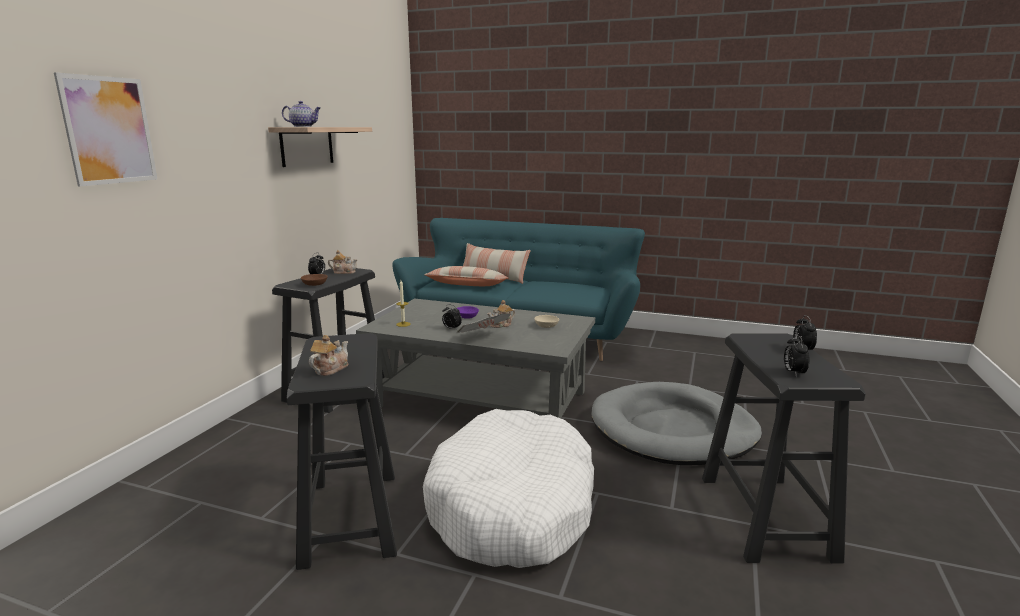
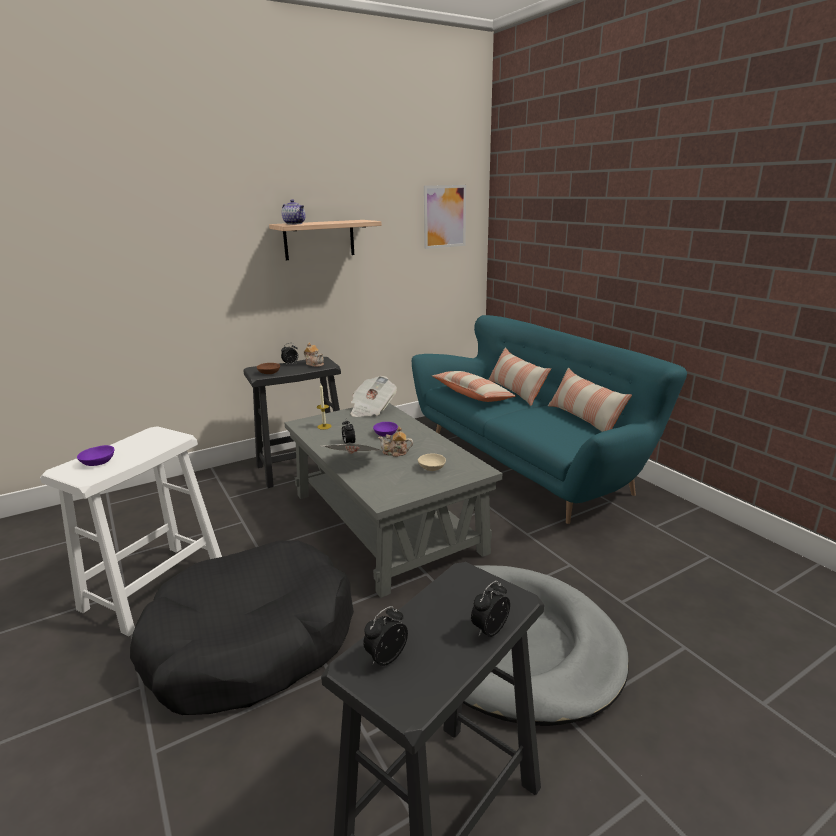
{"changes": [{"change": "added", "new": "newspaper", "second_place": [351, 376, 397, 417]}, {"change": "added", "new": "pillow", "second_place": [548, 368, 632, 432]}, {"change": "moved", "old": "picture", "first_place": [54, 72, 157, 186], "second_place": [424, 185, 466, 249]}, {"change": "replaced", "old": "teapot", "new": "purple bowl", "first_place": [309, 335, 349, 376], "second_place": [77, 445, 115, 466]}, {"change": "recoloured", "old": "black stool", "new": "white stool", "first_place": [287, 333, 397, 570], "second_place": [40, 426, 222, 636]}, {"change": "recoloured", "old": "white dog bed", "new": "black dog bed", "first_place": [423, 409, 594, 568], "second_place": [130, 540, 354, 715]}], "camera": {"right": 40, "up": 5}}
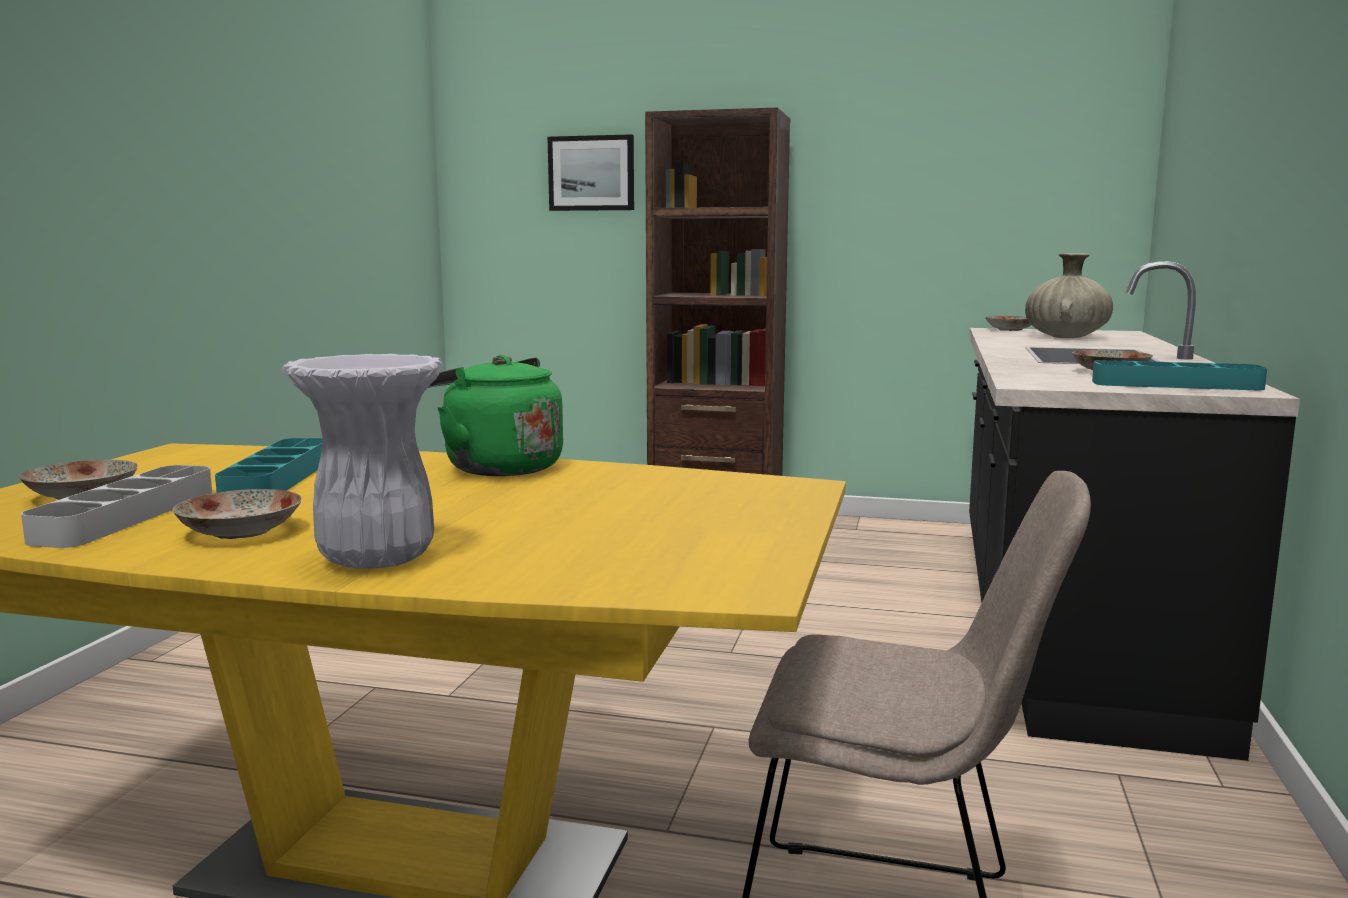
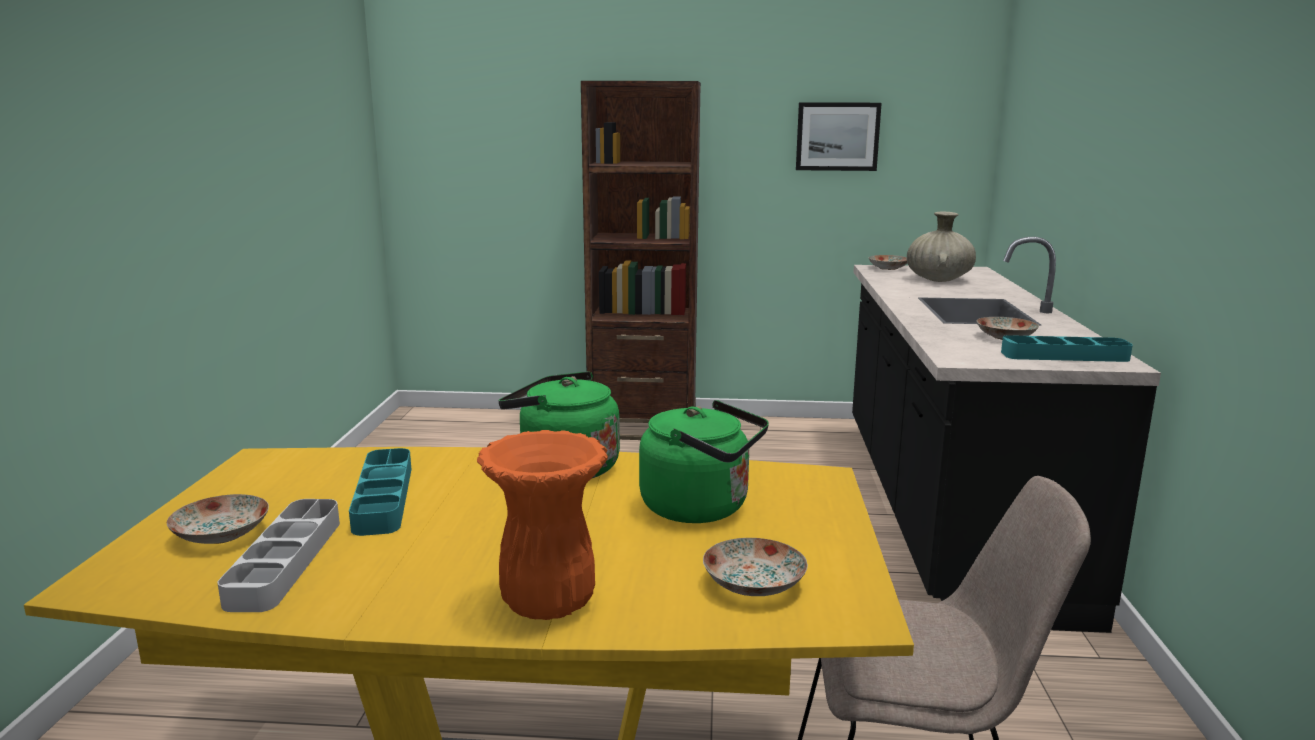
{"changes": [{"change": "added", "new": "green kettle", "second_place": [639, 400, 769, 523]}, {"change": "moved", "old": "plate", "first_place": [173, 489, 302, 539], "second_place": [703, 538, 808, 596]}, {"change": "moved", "old": "picture", "first_place": [548, 134, 634, 211], "second_place": [796, 102, 882, 171]}, {"change": "recoloured", "old": "white vase", "new": "orange vase", "first_place": [281, 354, 444, 569], "second_place": [477, 430, 608, 620]}], "camera": {"right": -10, "up": 5}}
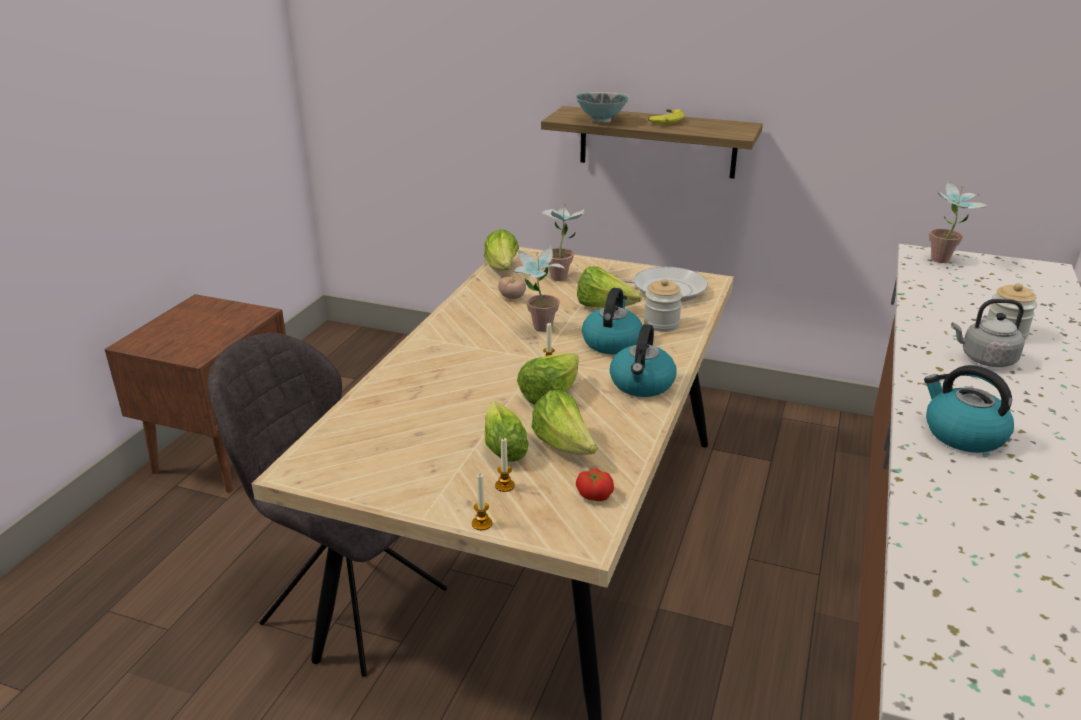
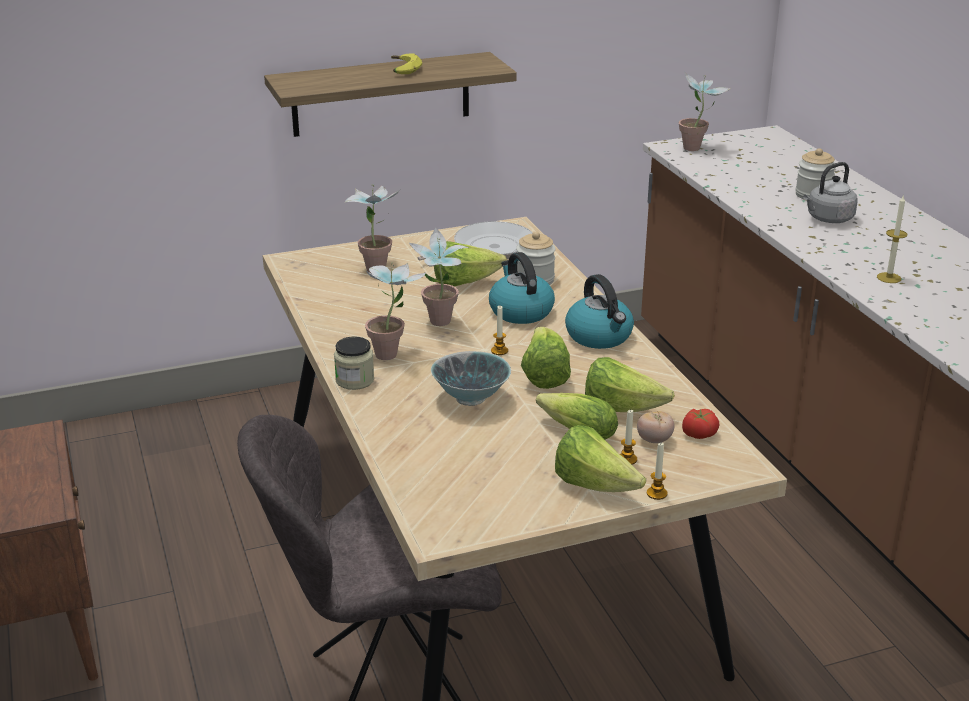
{"changes": [{"change": "added", "new": "jar", "second_place": [334, 336, 374, 390]}, {"change": "added", "new": "potted plant", "second_place": [365, 262, 426, 360]}, {"change": "moved", "old": "lettuce", "first_place": [484, 229, 519, 271], "second_place": [555, 425, 646, 492]}, {"change": "moved", "old": "tomato", "first_place": [498, 277, 526, 299], "second_place": [637, 411, 674, 443]}, {"change": "moved", "old": "bowl", "first_place": [575, 92, 630, 122], "second_place": [431, 351, 511, 406]}, {"change": "replaced", "old": "kettle", "new": "candle", "first_place": [924, 365, 1014, 453], "second_place": [877, 195, 907, 283]}], "camera": {"right": -40, "up": 0}}
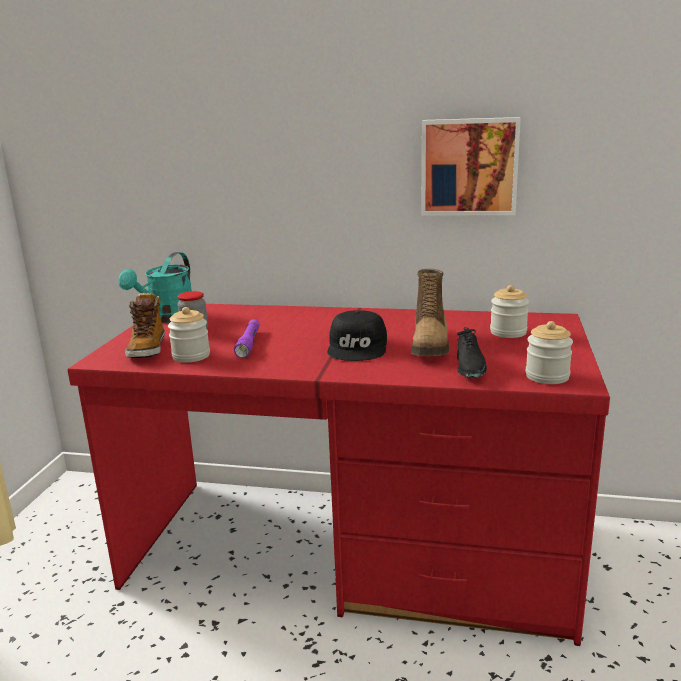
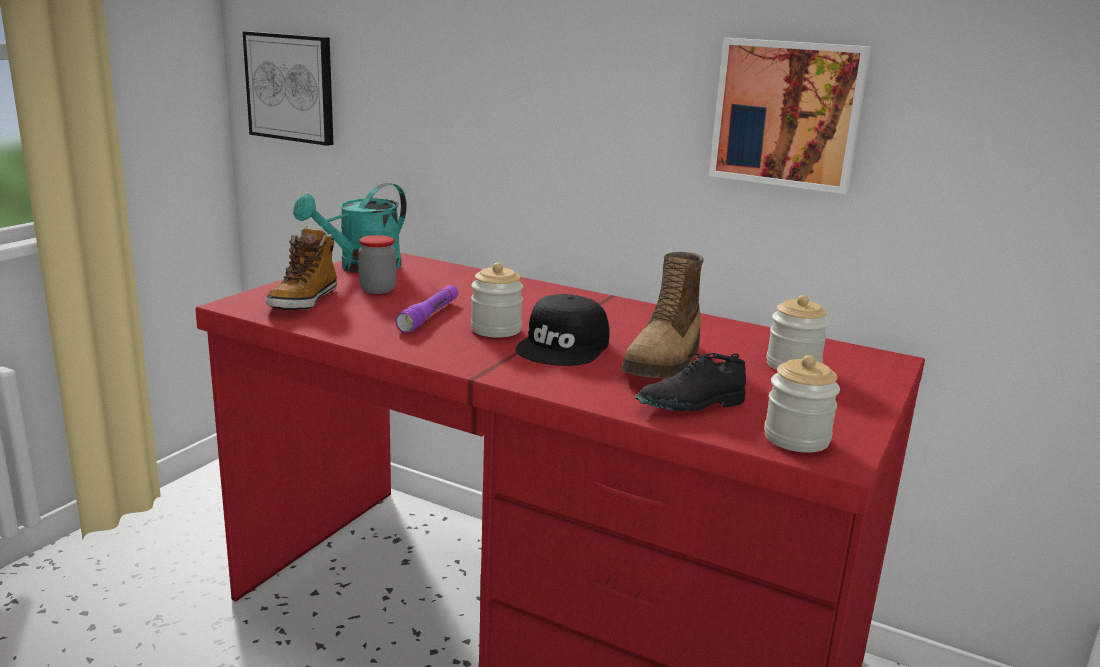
{"changes": [{"change": "added", "new": "picture", "second_place": [242, 31, 333, 146]}, {"change": "moved", "old": "jar", "first_place": [168, 307, 210, 363], "second_place": [471, 263, 523, 338]}, {"change": "turned", "old": "black shoe", "first_place": [456, 327, 487, 378], "second_place": [636, 353, 746, 411], "degrees": 45}], "camera": {"right": 15, "up": 0}}
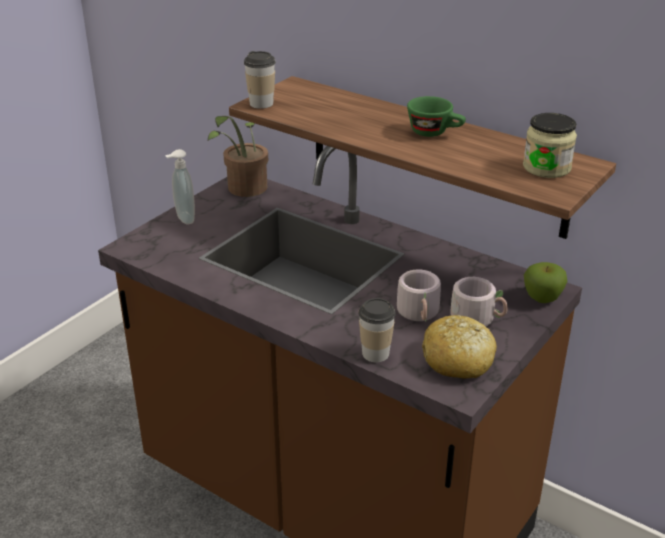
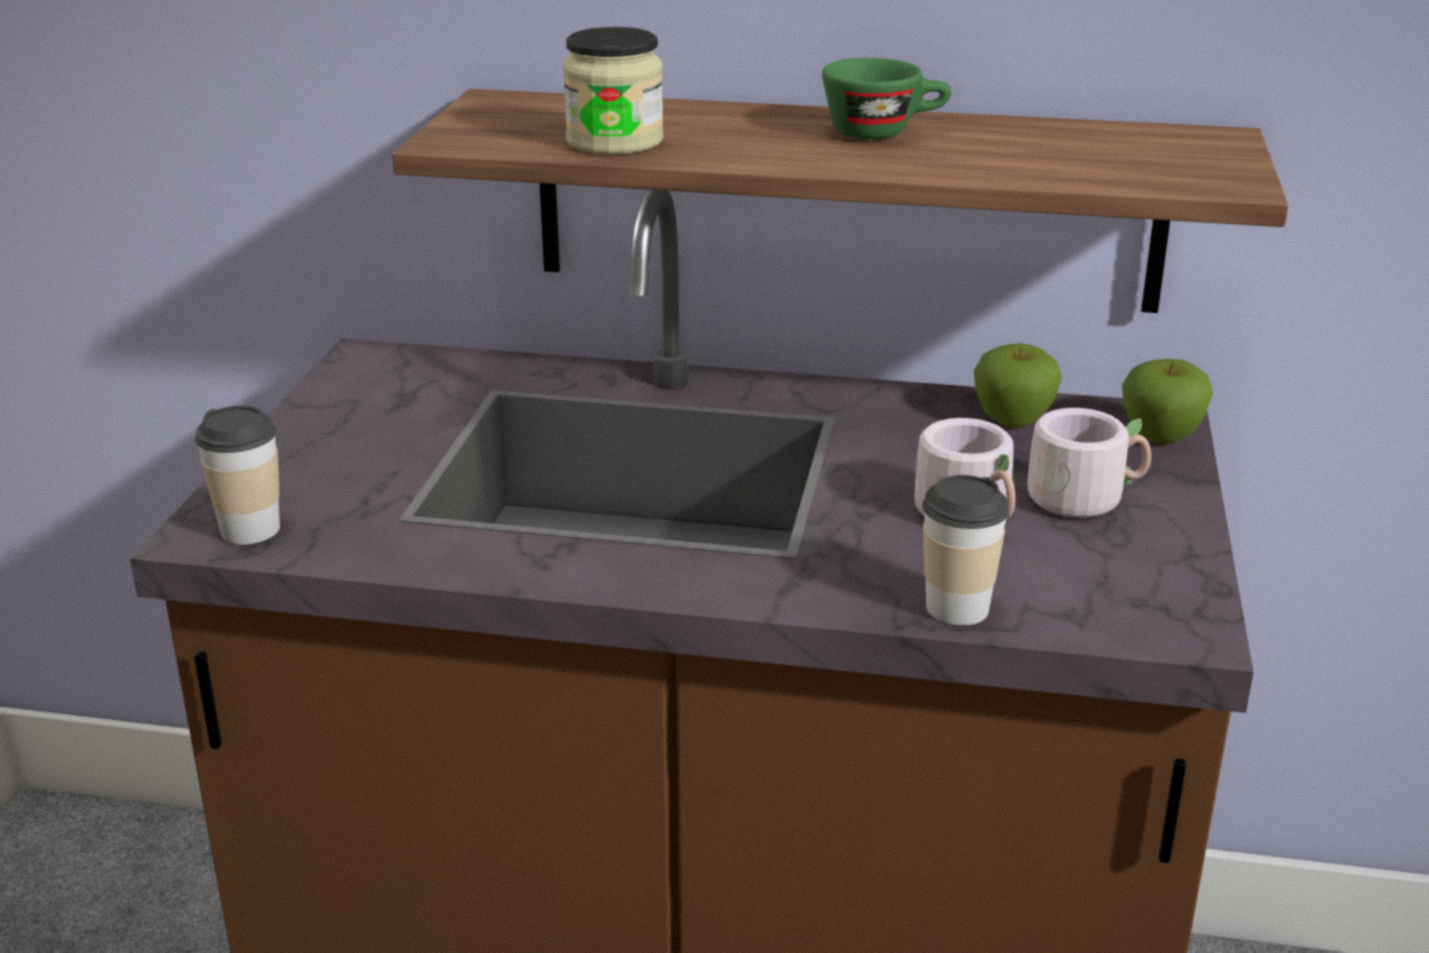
{"changes": [{"change": "removed", "old": "soap dispenser", "first_place": [165, 149, 195, 224]}, {"change": "removed", "old": "potted plant", "first_place": [208, 116, 268, 197]}, {"change": "removed", "old": "bread", "first_place": [422, 315, 497, 379]}, {"change": "added", "new": "apple", "second_place": [974, 343, 1062, 428]}, {"change": "moved", "old": "cup", "first_place": [244, 51, 276, 109], "second_place": [195, 405, 280, 545]}, {"change": "moved", "old": "jar", "first_place": [523, 113, 577, 178], "second_place": [563, 27, 664, 155]}], "camera": {"right": -25, "up": -5}}
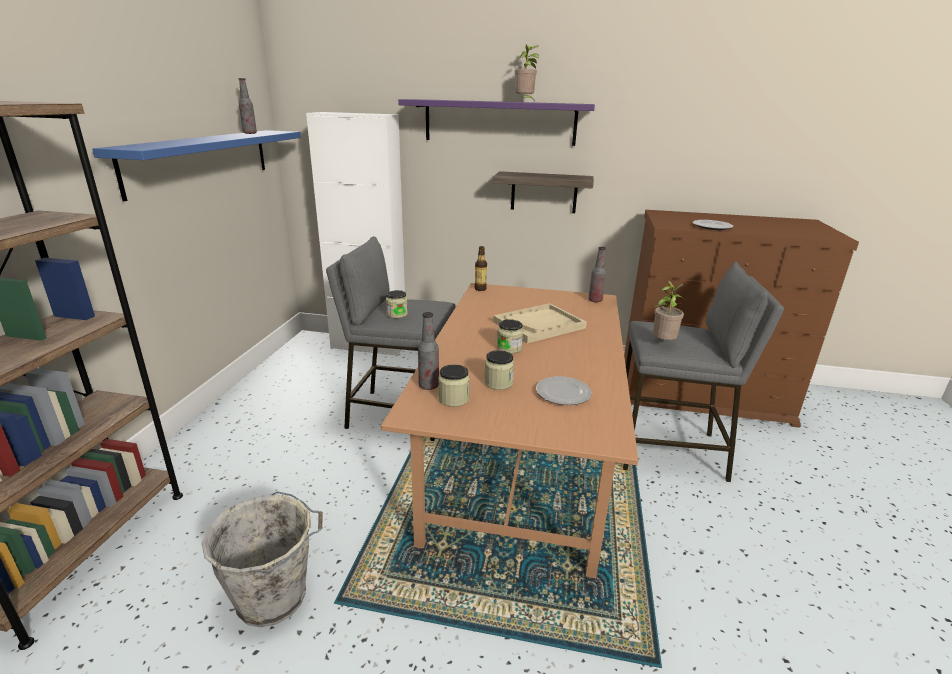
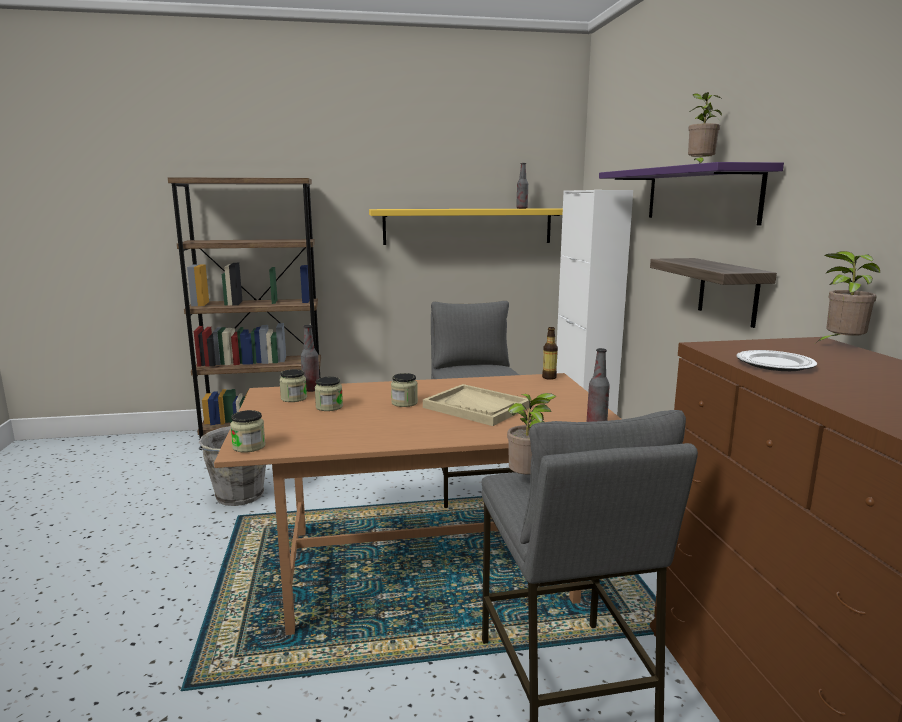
{"changes": [{"change": "removed", "old": "plate", "first_place": [536, 376, 592, 405]}, {"change": "added", "new": "potted plant", "second_place": [817, 251, 880, 342]}, {"change": "moved", "old": "jar", "first_place": [386, 290, 408, 318], "second_place": [230, 410, 266, 453]}, {"change": "recoloured", "old": "blue shelf", "new": "yellow shelf", "first_place": [92, 130, 301, 201], "second_place": [369, 208, 563, 245]}], "camera": {"right": 70, "up": -10}}
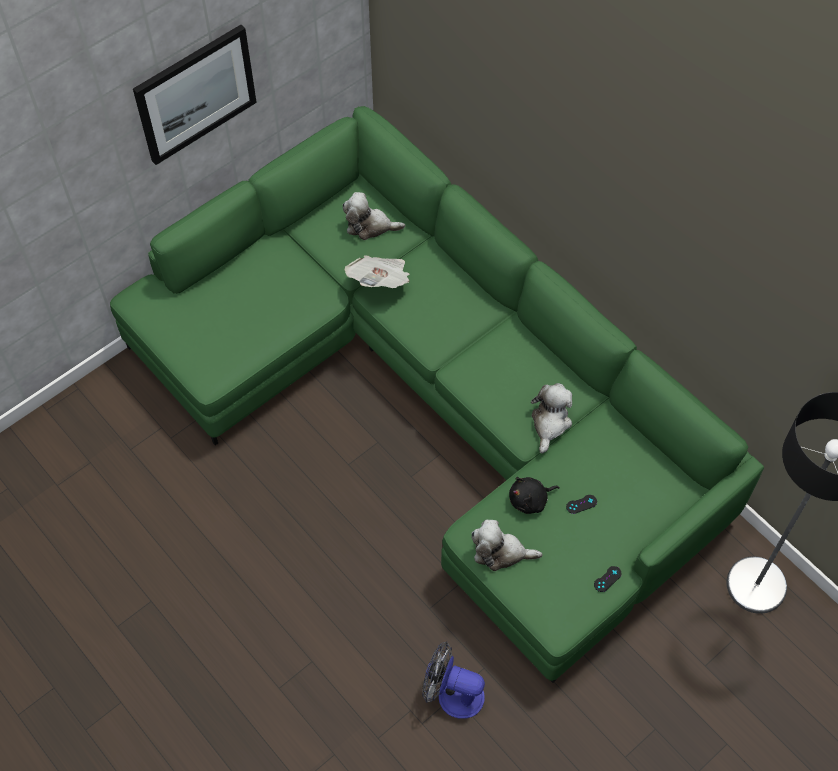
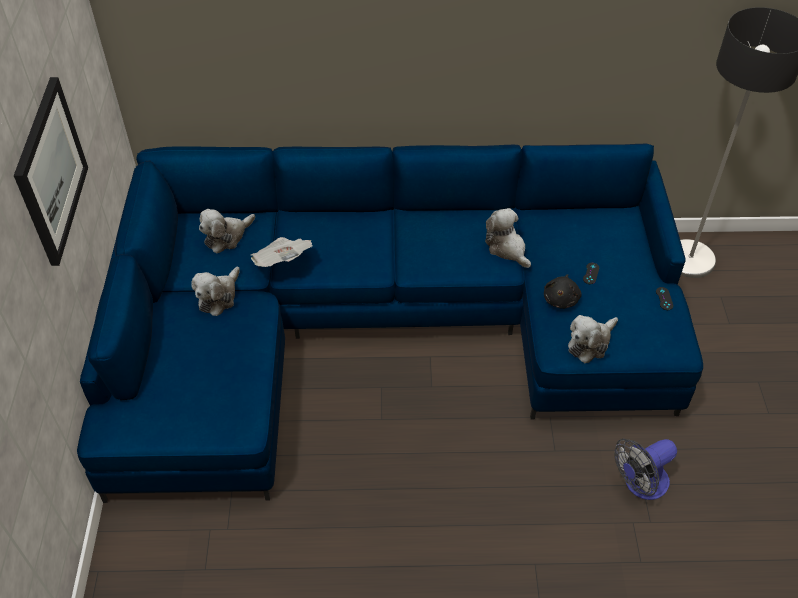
{"changes": [{"change": "added", "new": "plush toy", "second_place": [191, 266, 240, 316]}, {"change": "recoloured", "old": "green sofa", "new": "blue sofa", "first_place": [110, 106, 764, 683], "second_place": [77, 144, 703, 503]}], "camera": {"right": -50, "up": -10}}
